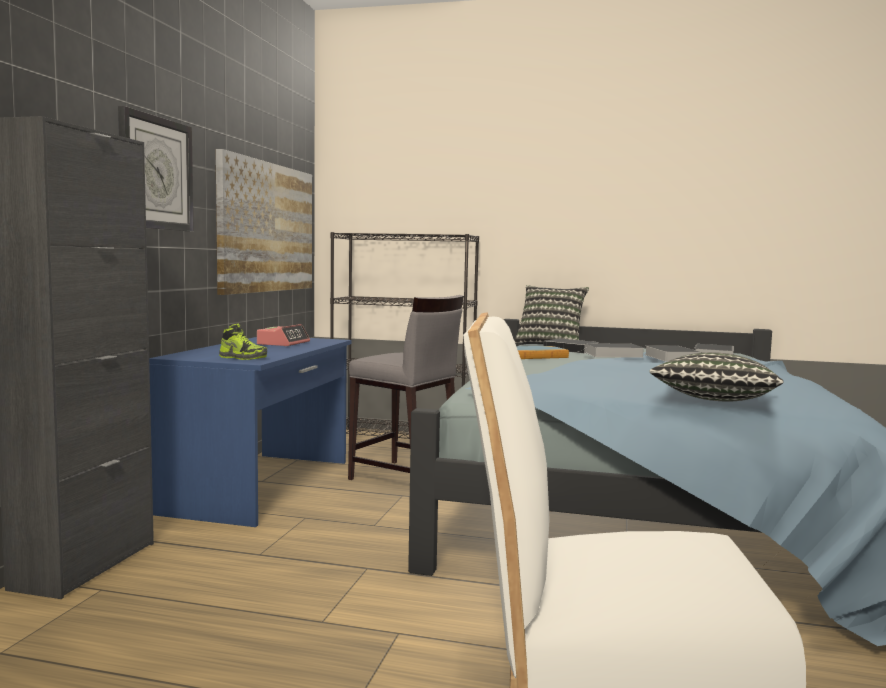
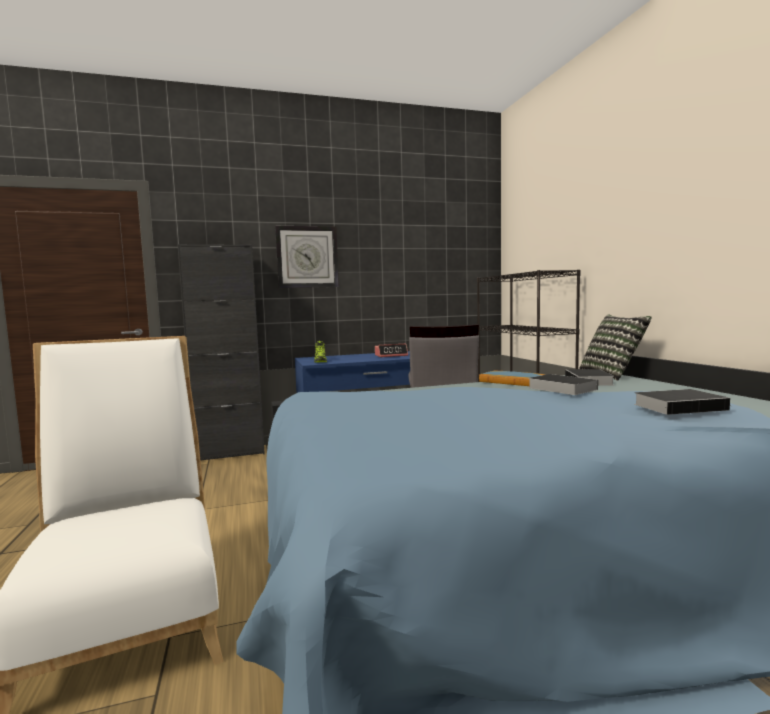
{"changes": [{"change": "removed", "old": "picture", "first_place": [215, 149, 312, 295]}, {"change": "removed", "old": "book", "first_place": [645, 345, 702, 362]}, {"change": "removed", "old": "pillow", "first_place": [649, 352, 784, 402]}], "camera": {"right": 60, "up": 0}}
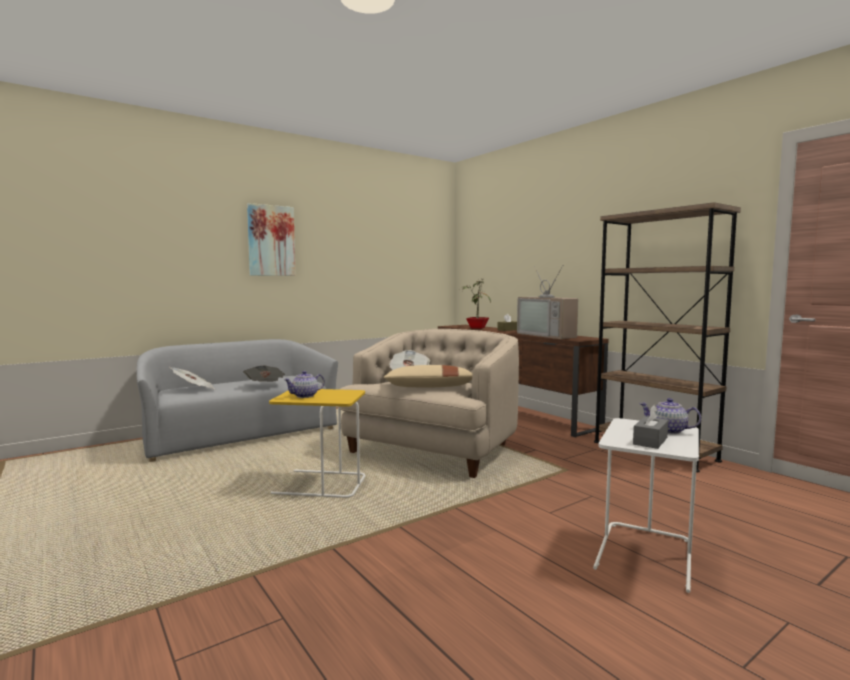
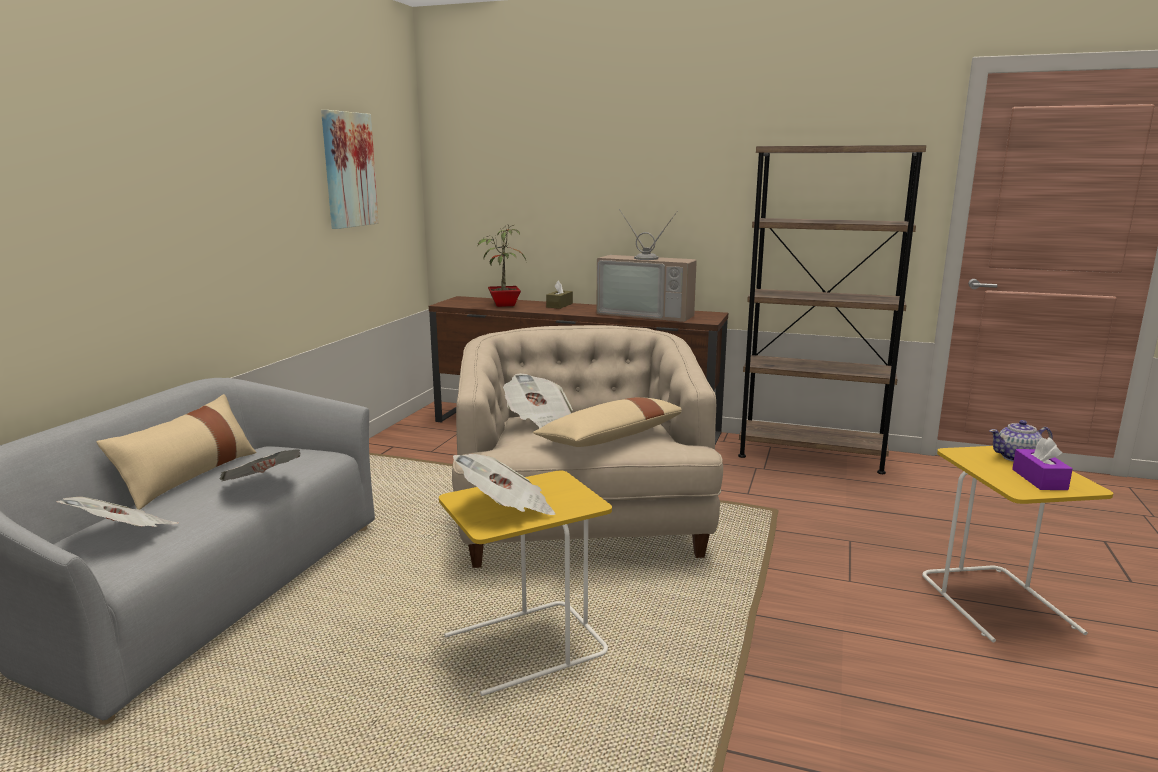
{"changes": [{"change": "added", "new": "beige pillow", "second_place": [96, 394, 257, 509]}, {"change": "moved", "old": "picture", "first_place": [247, 203, 296, 276], "second_place": [321, 110, 379, 229]}, {"change": "replaced", "old": "teapot", "new": "newspaper", "first_place": [284, 371, 325, 398], "second_place": [453, 454, 556, 515]}, {"change": "recoloured", "old": "white side table", "new": "yellow side table", "first_place": [593, 418, 699, 593], "second_place": [922, 446, 1113, 643]}, {"change": "recoloured", "old": "grey tissue box", "new": "purple tissue box", "first_place": [633, 405, 668, 449], "second_place": [1012, 437, 1073, 490]}], "camera": {"right": -35, "up": 10}}
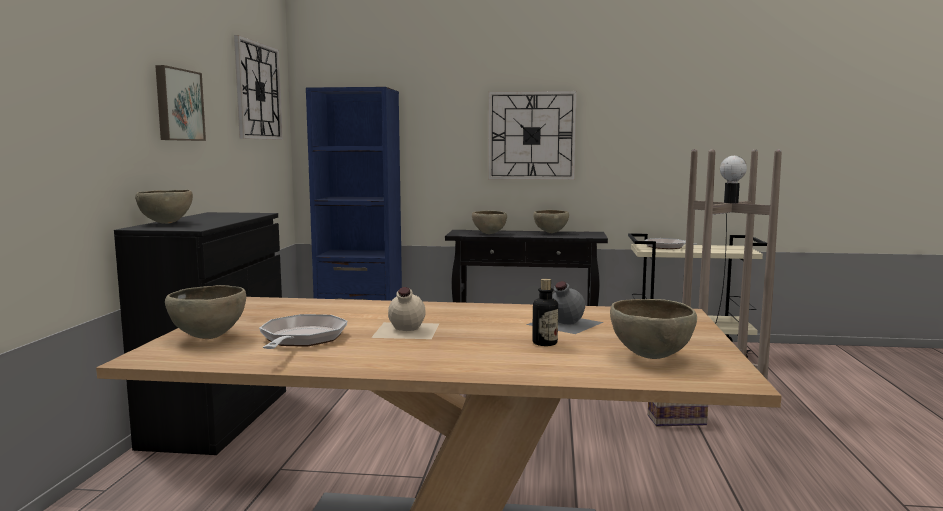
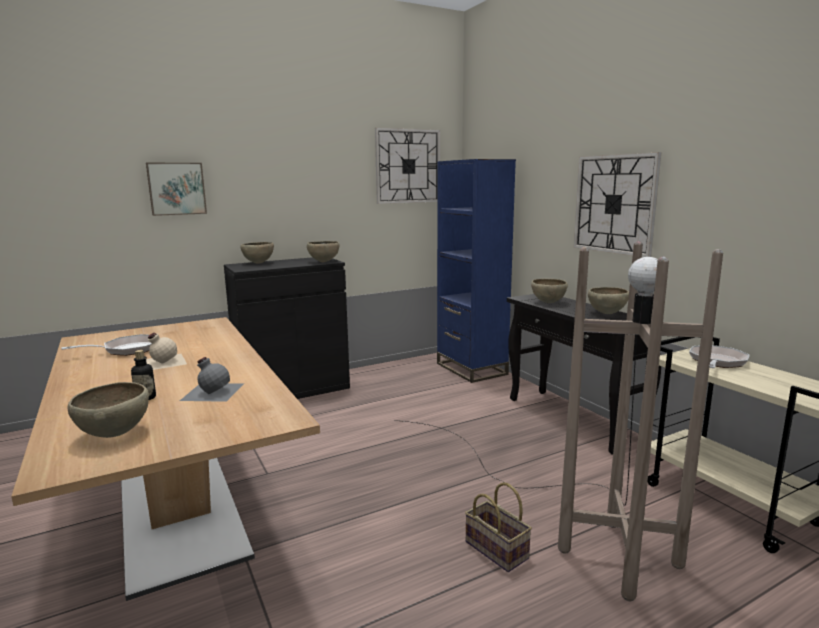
{"changes": [{"change": "moved", "old": "picture", "first_place": [155, 65, 206, 141], "second_place": [146, 163, 207, 216]}, {"change": "moved", "old": "brown bowl", "first_place": [165, 285, 246, 339], "second_place": [307, 241, 340, 262]}], "camera": {"right": 55, "up": 5}}
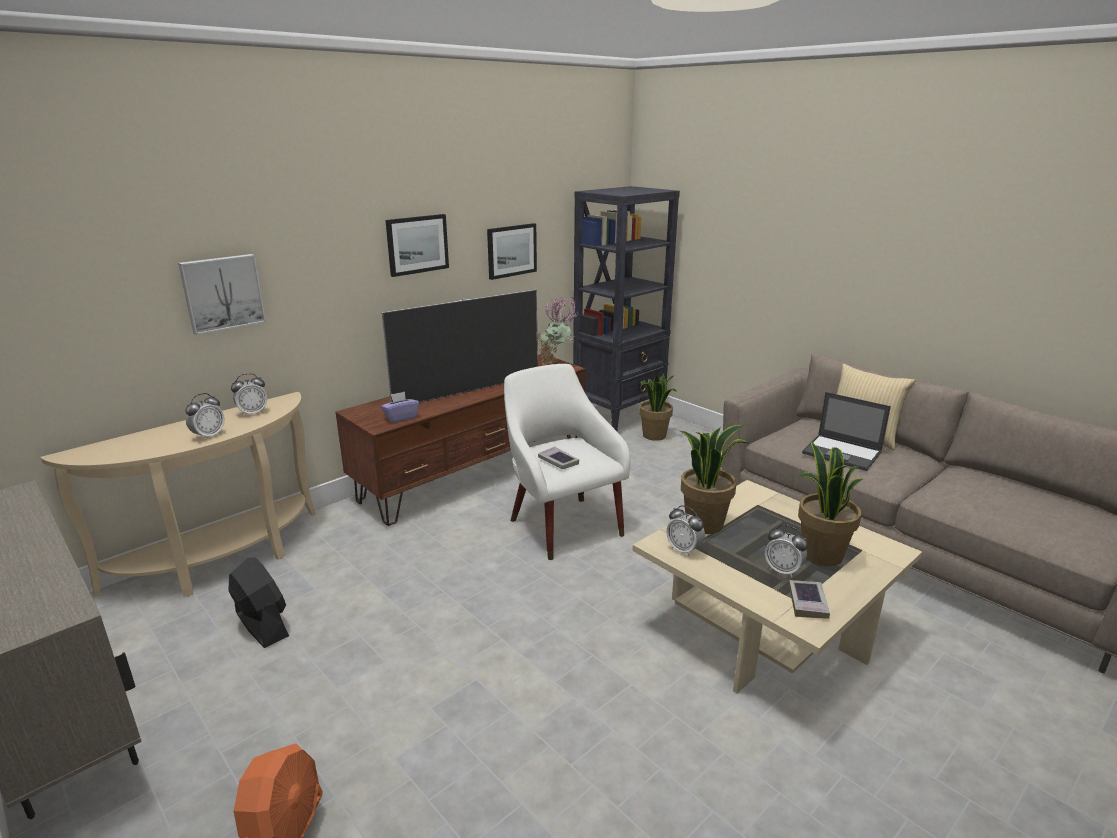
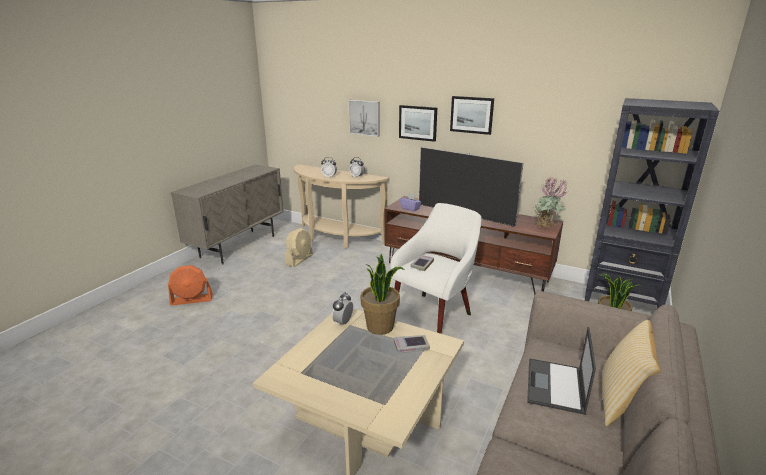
{"changes": [{"change": "removed", "old": "alarm clock", "first_place": [765, 525, 808, 578]}, {"change": "removed", "old": "potted plant", "first_place": [798, 441, 863, 566]}, {"change": "moved", "old": "picture", "first_place": [487, 223, 537, 280], "second_place": [399, 105, 437, 142]}, {"change": "moved", "old": "book", "first_place": [789, 580, 830, 618], "second_place": [394, 335, 430, 353]}, {"change": "recoloured", "old": "black fan", "new": "beige fan", "first_place": [228, 558, 289, 648], "second_place": [285, 228, 313, 267]}], "camera": {"right": 70, "up": 0}}
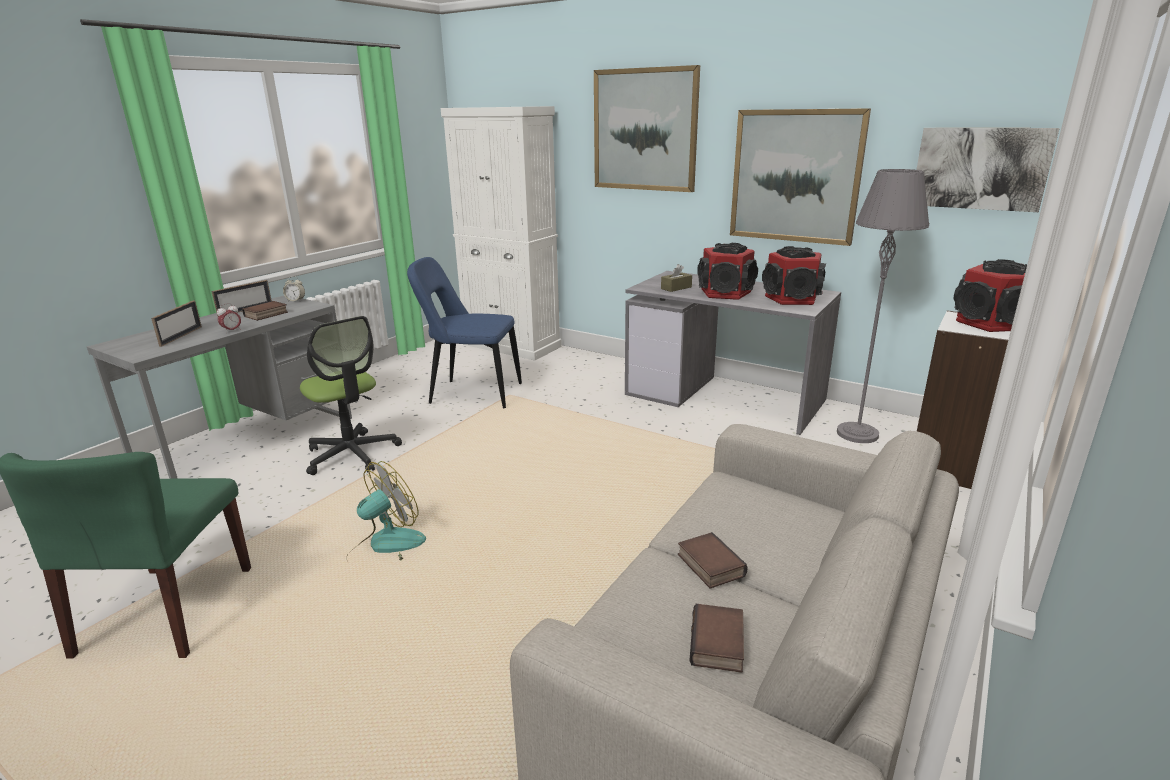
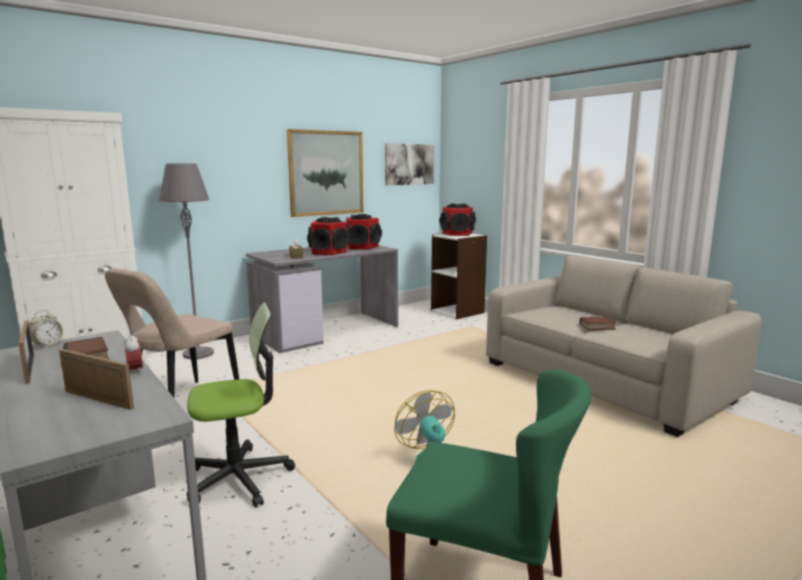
{"changes": [{"change": "removed", "old": "picture", "first_place": [594, 65, 700, 192]}, {"change": "removed", "old": "book", "first_place": [690, 604, 744, 673]}, {"change": "moved", "old": "grey floor lamp", "first_place": [837, 169, 929, 443], "second_place": [159, 164, 214, 359]}, {"change": "recoloured", "old": "blue chair", "new": "beige chair", "first_place": [407, 257, 522, 408], "second_place": [105, 268, 239, 397]}], "camera": {"right": -70, "up": -10}}
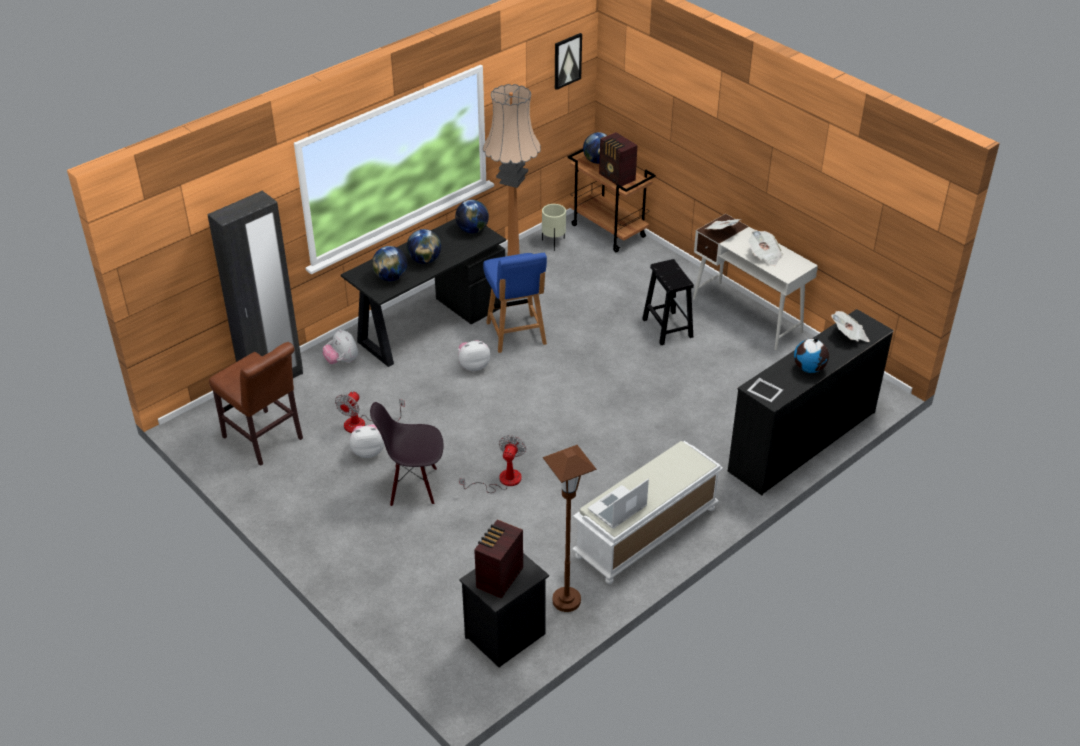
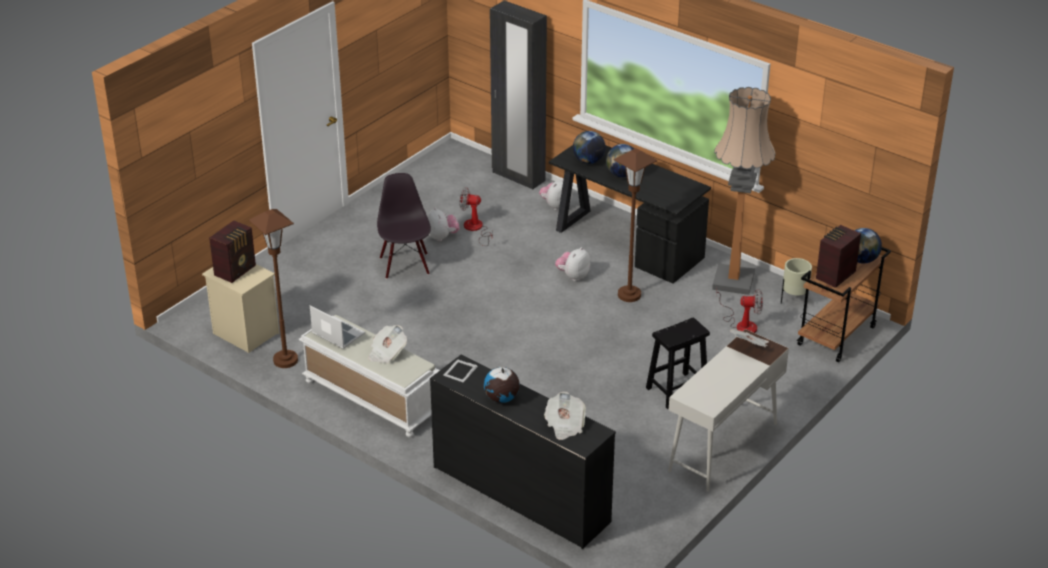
{"changes": [{"change": "removed", "old": "brown chair", "first_place": [209, 342, 303, 466]}, {"change": "removed", "old": "globe", "first_place": [455, 200, 489, 233]}, {"change": "removed", "old": "picture", "first_place": [555, 33, 582, 90]}, {"change": "moved", "old": "fan", "first_place": [459, 435, 526, 493], "second_place": [716, 288, 763, 333]}, {"change": "moved", "old": "newspaper", "first_place": [748, 230, 783, 266], "second_place": [368, 325, 407, 364]}, {"change": "replaced", "old": "blue chair", "new": "brown floor lamp", "first_place": [483, 253, 547, 353], "second_place": [614, 148, 657, 302]}, {"change": "recoloured", "old": "black nightstand", "new": "beige nightstand", "first_place": [459, 553, 549, 667], "second_place": [202, 264, 279, 353]}, {"change": "turned", "old": "plush toy", "first_place": [458, 340, 491, 371], "second_place": [555, 247, 590, 281], "degrees": -120}, {"change": "turned", "old": "radio", "first_place": [474, 520, 523, 599], "second_place": [209, 221, 256, 283], "degrees": 105}], "camera": {"right": 80, "up": -5}}
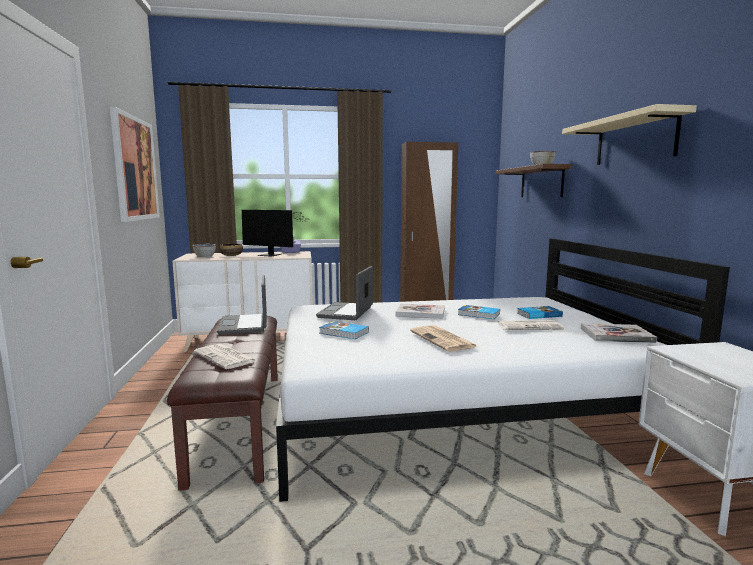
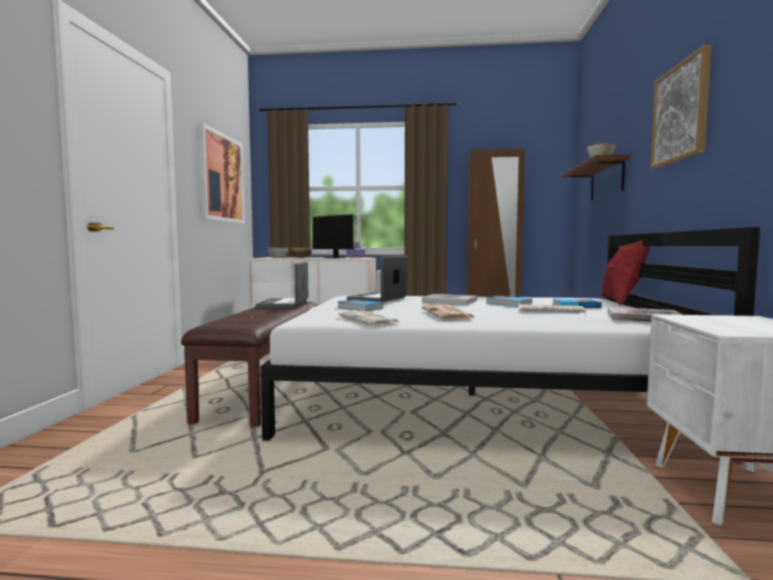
{"changes": [{"change": "added", "new": "red pillow", "second_place": [601, 240, 651, 305]}, {"change": "moved", "old": "newspaper", "first_place": [194, 344, 256, 369], "second_place": [339, 311, 399, 326]}, {"change": "replaced", "old": "beige shelf", "new": "picture", "first_place": [562, 104, 697, 165], "second_place": [650, 45, 712, 169]}], "camera": {"right": 15, "up": -5}}
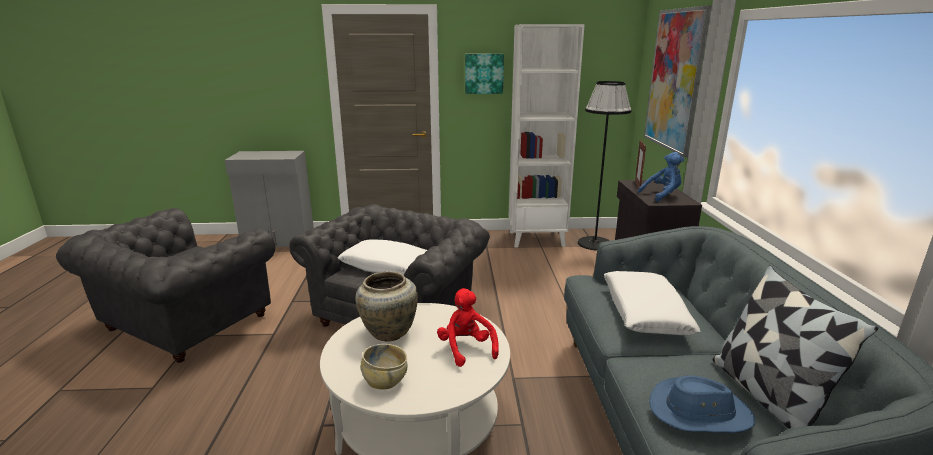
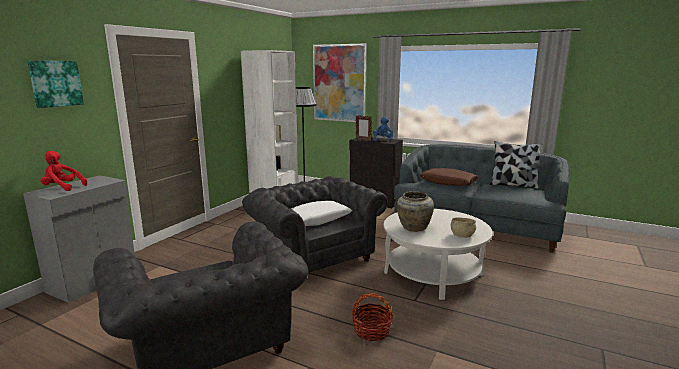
{"changes": [{"change": "removed", "old": "blue hat", "first_place": [649, 375, 755, 433]}, {"change": "added", "new": "basket", "second_place": [352, 293, 394, 341]}, {"change": "moved", "old": "red plush toy", "first_place": [437, 288, 499, 367], "second_place": [41, 151, 87, 191]}, {"change": "moved", "old": "picture", "first_place": [465, 54, 504, 94], "second_place": [27, 60, 84, 108]}, {"change": "recoloured", "old": "white pillow", "new": "brown pillow", "first_place": [604, 271, 700, 335], "second_place": [420, 168, 478, 186]}], "camera": {"right": -60, "up": -5}}
